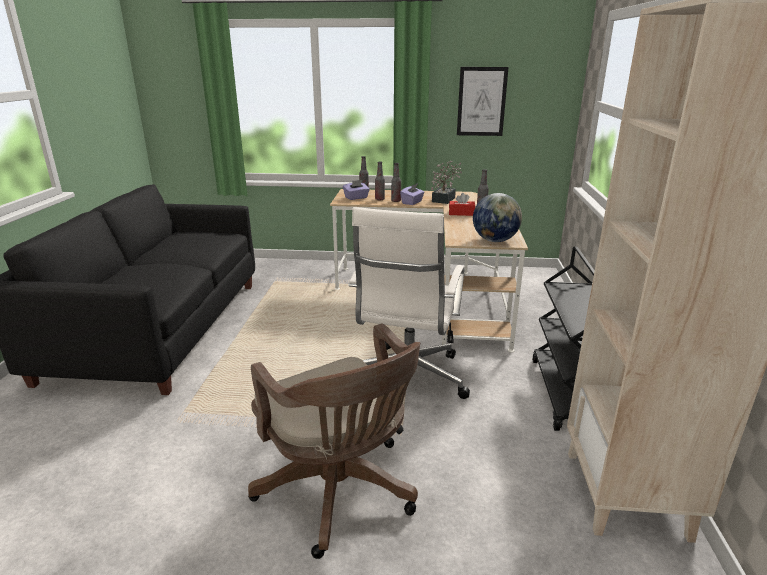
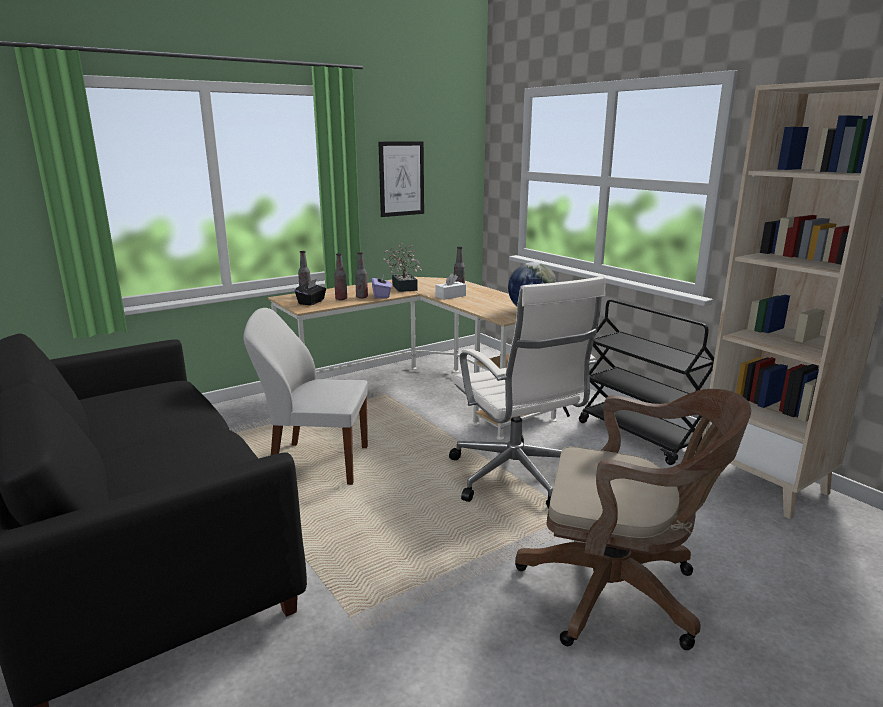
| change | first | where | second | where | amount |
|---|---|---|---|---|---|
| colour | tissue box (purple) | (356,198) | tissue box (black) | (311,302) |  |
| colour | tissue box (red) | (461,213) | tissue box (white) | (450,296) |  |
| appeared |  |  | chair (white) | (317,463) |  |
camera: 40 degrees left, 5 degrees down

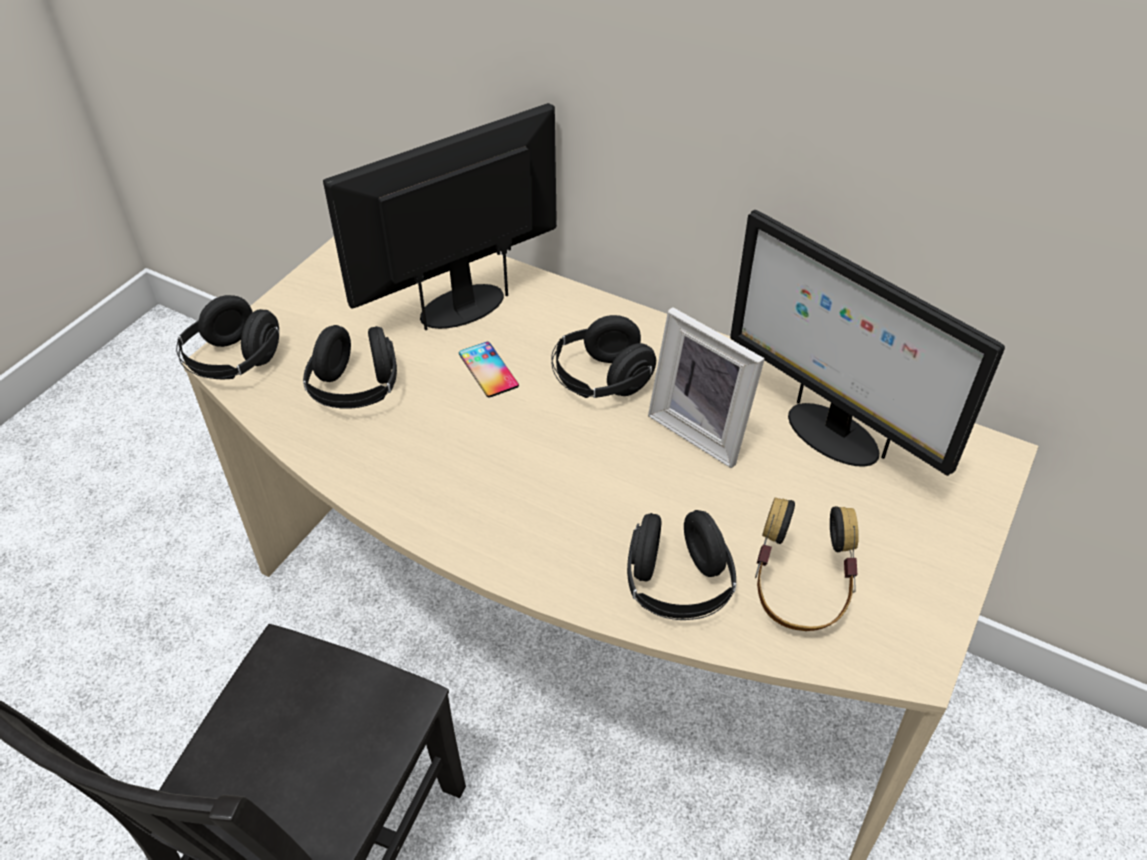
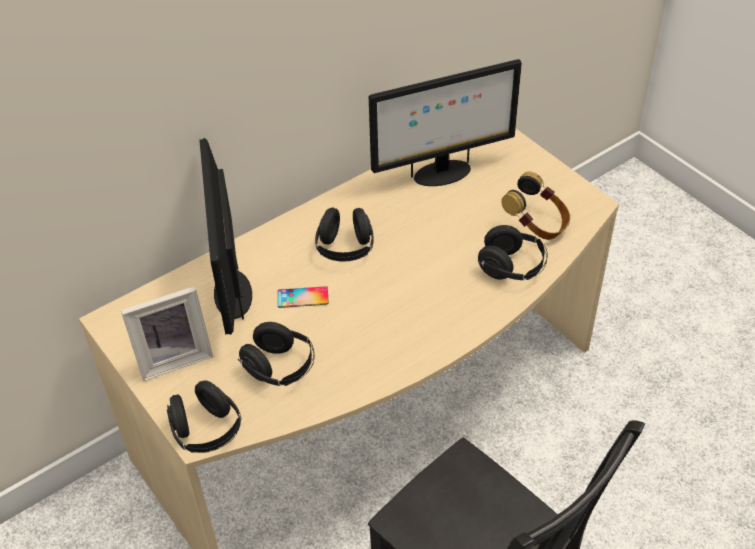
| change | first | where | second | where | amount |
|---|---|---|---|---|---|
| relocated | picture frame | (703,429) |  | (174,357) |  |
camera: 65 degrees left, 0 degrees up

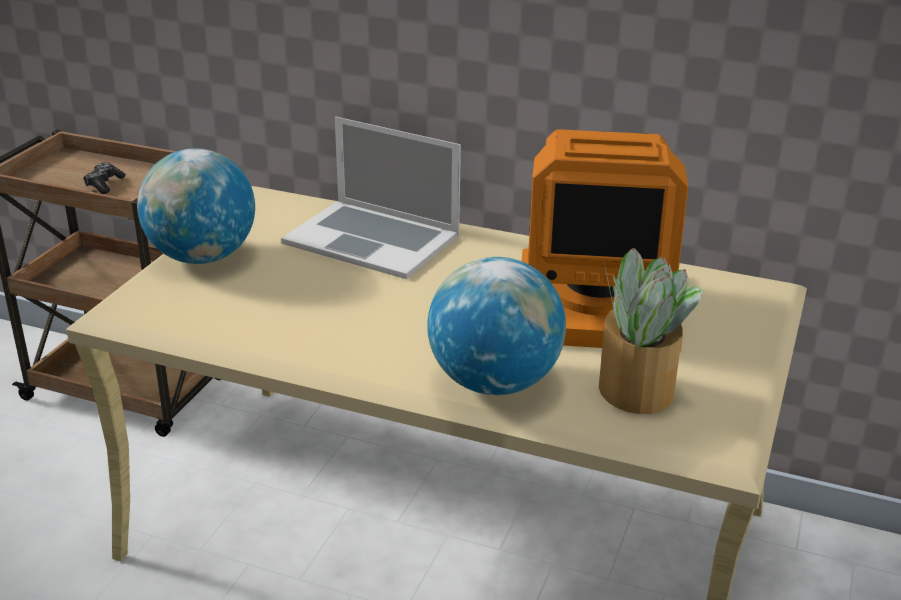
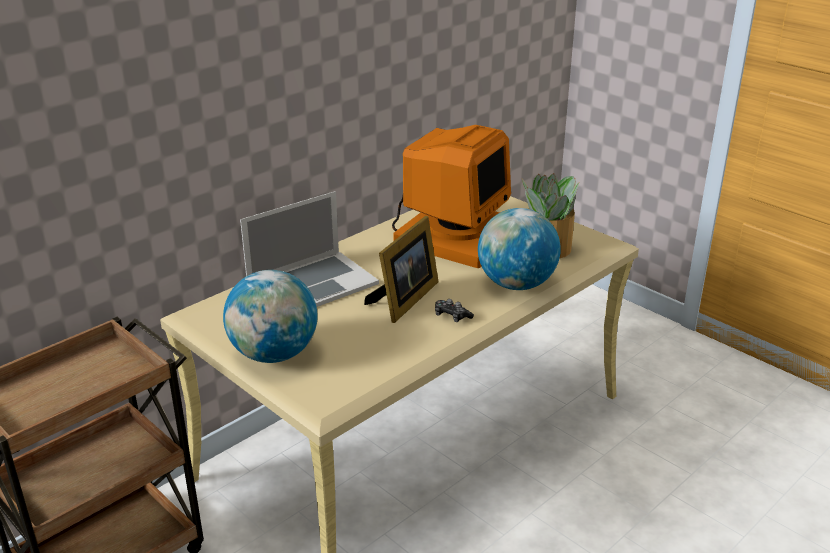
| change | first | where | second | where | amount |
|---|---|---|---|---|---|
| relocated | game controller | (104,184) |  | (451,316) |  |
| appeared |  |  | picture frame | (404,300) |  |
camera: 65 degrees left, 0 degrees up

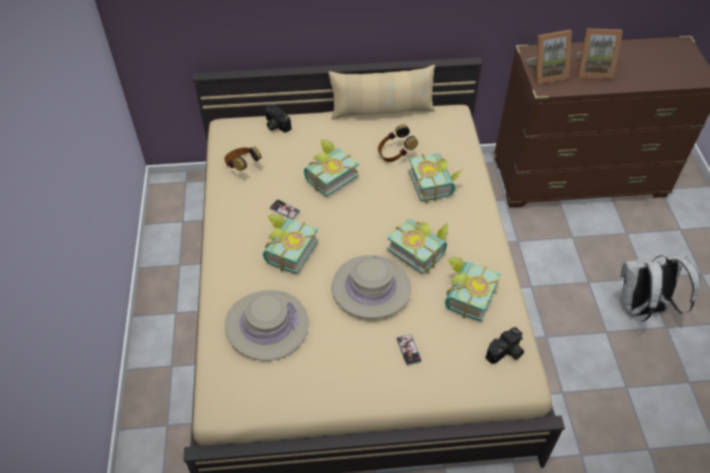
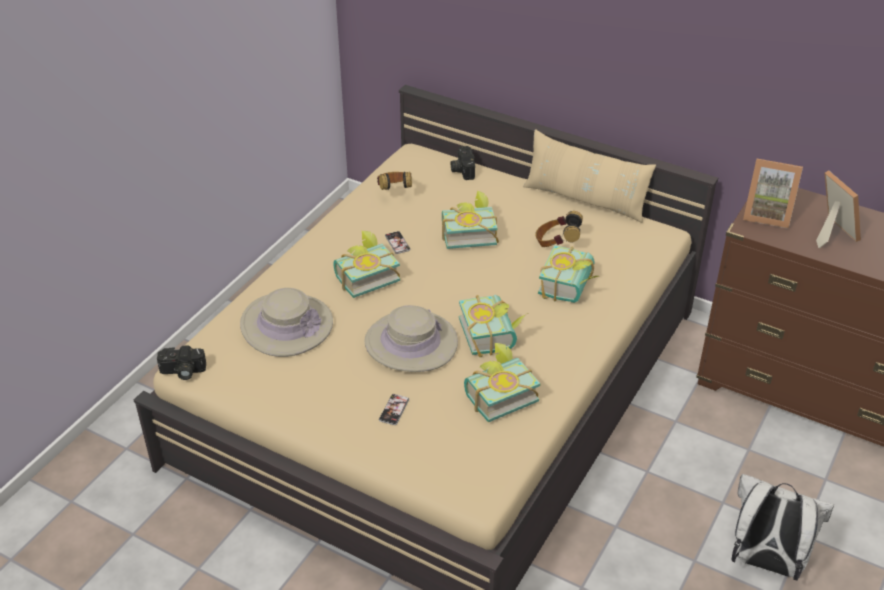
| change | first | where | second | where | amount |
|---|---|---|---|---|---|
| relocated | photo camera | (506,353) |  | (182,372) |  |
| spun | picture frame | (592,69) |  | (830,233) | 150 degrees counterclockwise |
camera: 35 degrees right, 10 degrees down

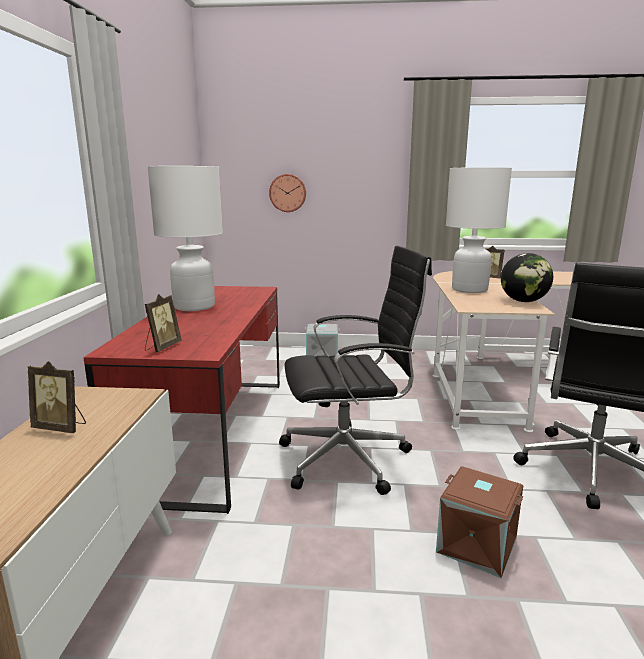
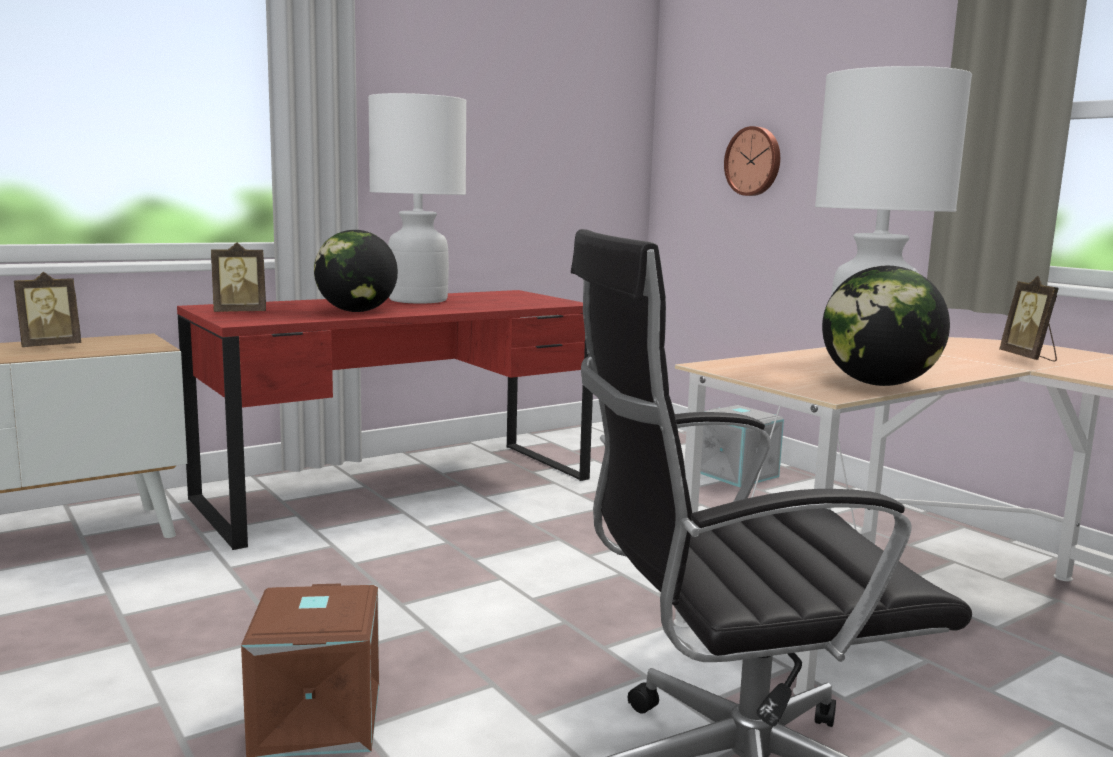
| change | first | where | second | where | amount |
|---|---|---|---|---|---|
| spun | picture frame | (61,427) |  | (49,346) | 105 degrees counterclockwise |
| missing | office chair (black) | (349,458) |  |  |  |
| appeared |  |  | globe | (356,311) |  |
camera: 50 degrees right, 5 degrees down

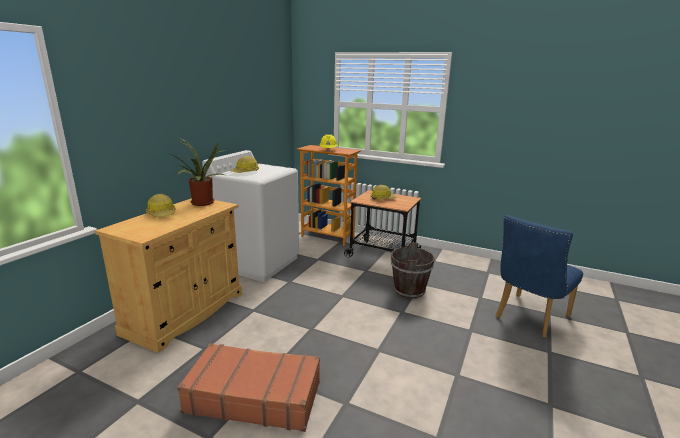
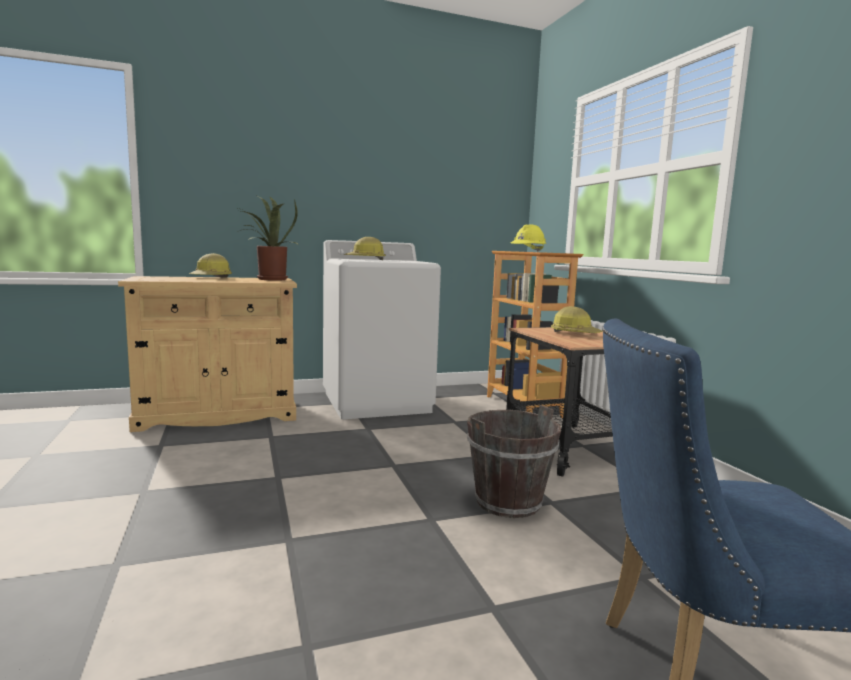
| change | first | where | second | where | amount |
|---|---|---|---|---|---|
| missing | suitcase (brown) | (254,396) |  |  |  |
camera: 45 degrees right, 10 degrees down

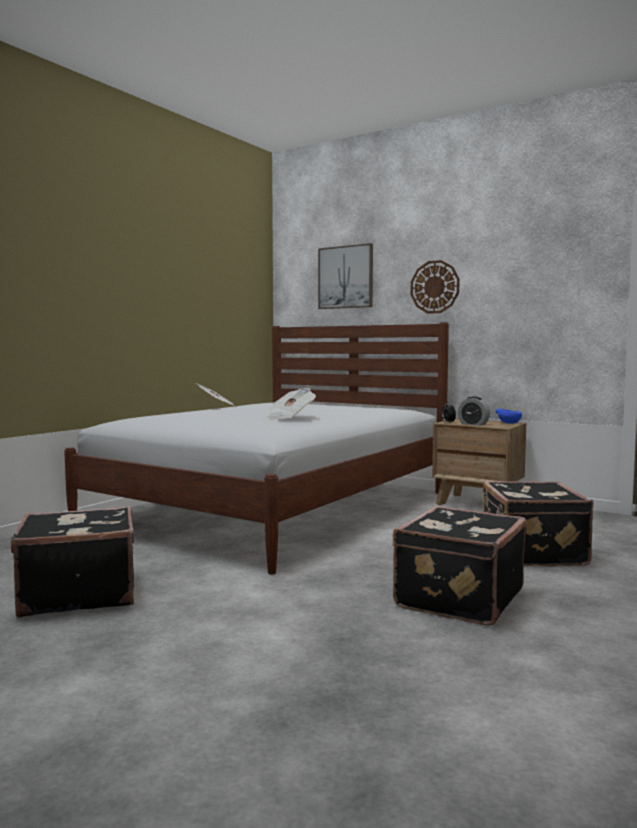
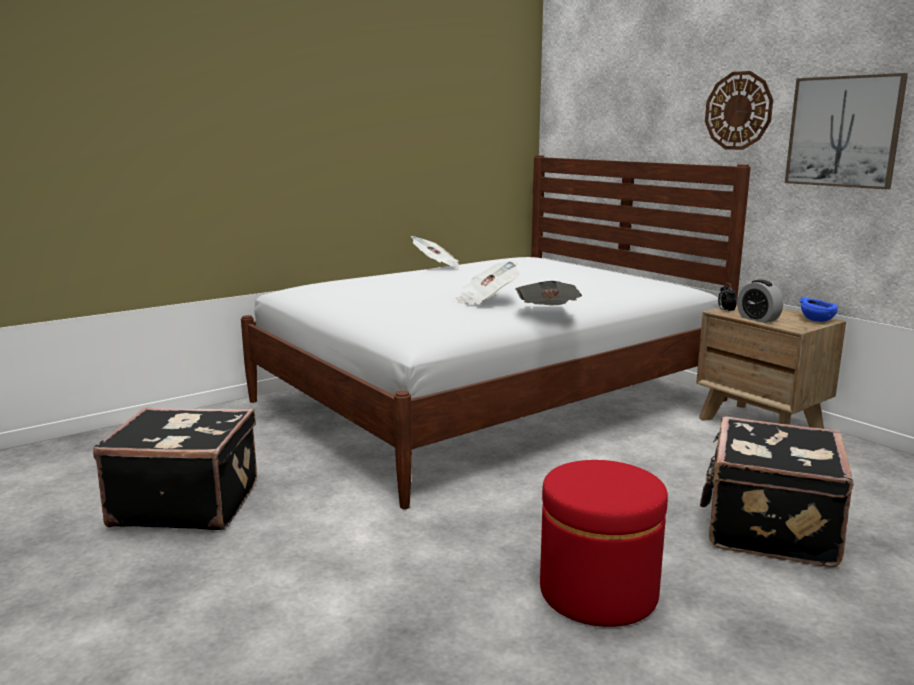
| change | first | where | second | where | amount |
|---|---|---|---|---|---|
| relocated | picture | (346,277) |  | (844,131) |  |
| exchanged | suitcase (black) | (457,598) | ottoman (red) | (598,592) |  |
| appeared |  |  | newspaper | (548,312) |  |
camera: 20 degrees right, 10 degrees up

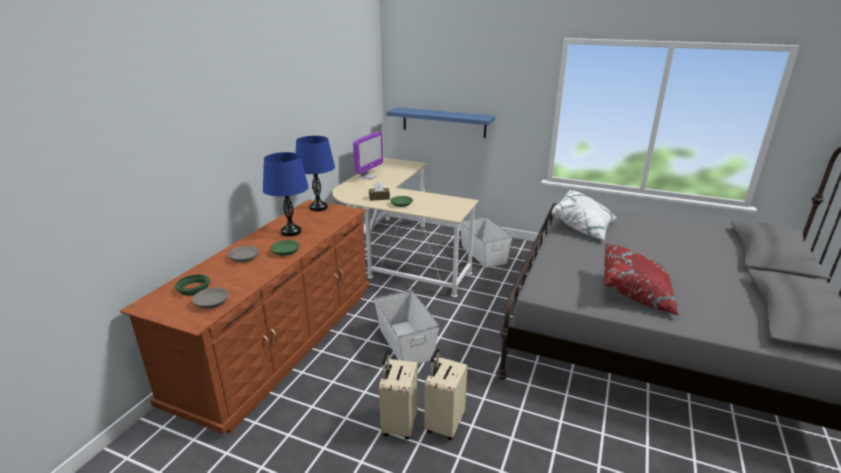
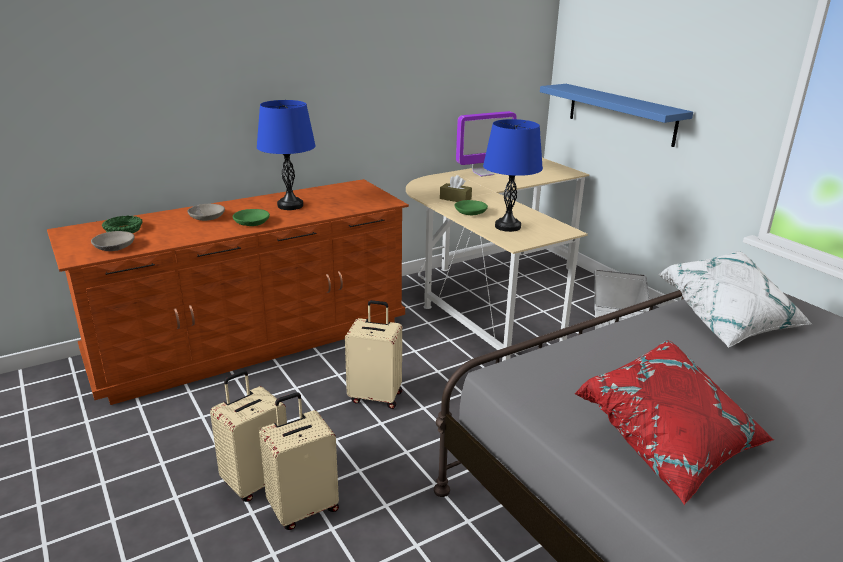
| change | first | where | second | where | amount |
|---|---|---|---|---|---|
| relocated | table lamp (blue) | (318,207) |  | (507,226) |  |
| exchanged | storage box (white) | (405,342) | suitcase (beige) | (376,396) |  |
camera: 35 degrees right, 0 degrees up

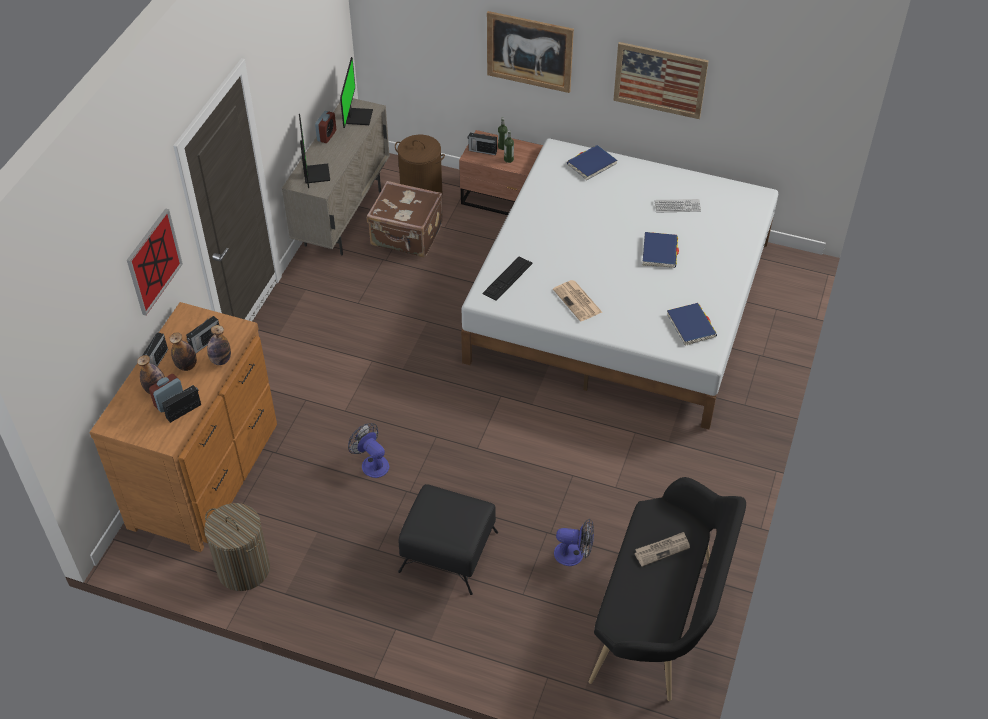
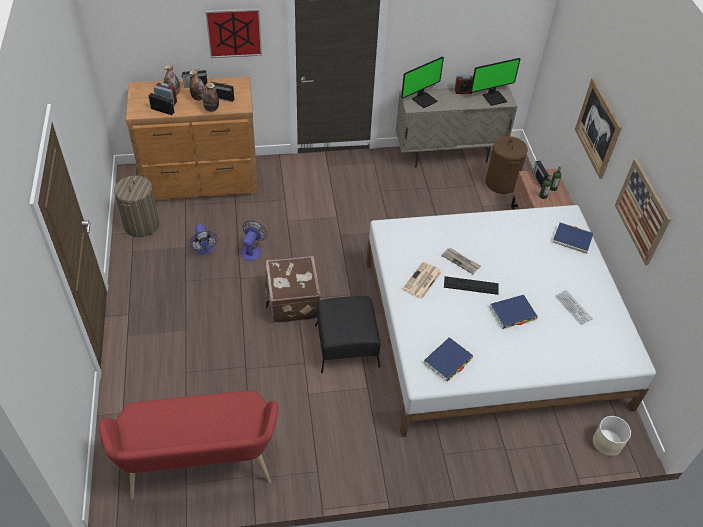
| change | first | where | second | where | amount |
|---|---|---|---|---|---|
| relocated | suitcase (brown) | (406,236) |  | (292,302) |  |
| relocated | ottoman (black) | (449,552) |  | (346,346) |  |
| relocated | keyboard | (507,278) |  | (471,285) |  |
| relocated | fan | (574,554) |  | (204,250) |  |
| colour | bench (black) | (660,620) | bench (red) | (200,467) |  |
| relocated | newspaper | (662,549) |  | (461,261) |  |
| appeared |  |  | planter (beige) | (607,442) |  |
camera: 60 degrees right, 0 degrees up

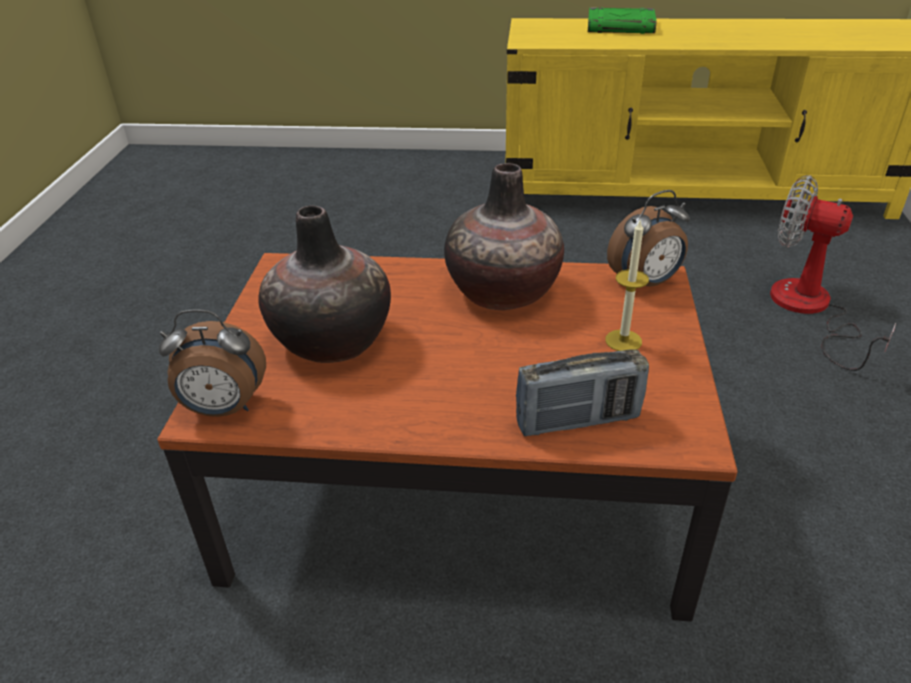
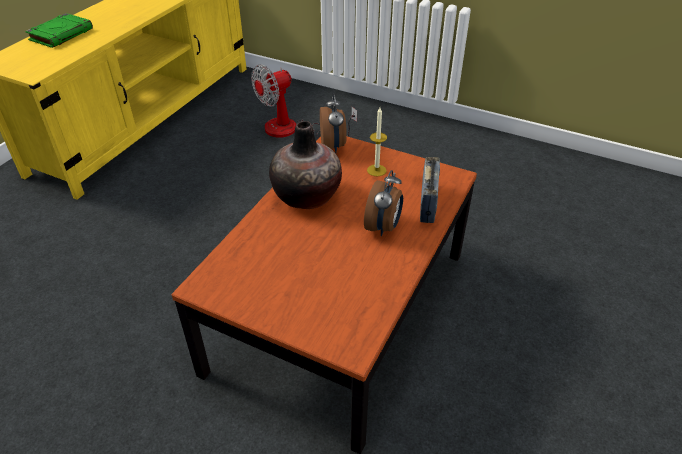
| change | first | where | second | where | amount |
|---|---|---|---|---|---|
| relocated | alarm clock | (223,409) |  | (383,227) |  |
| missing | vase | (332,340) |  |  |  |
camera: 70 degrees left, 5 degrees up

